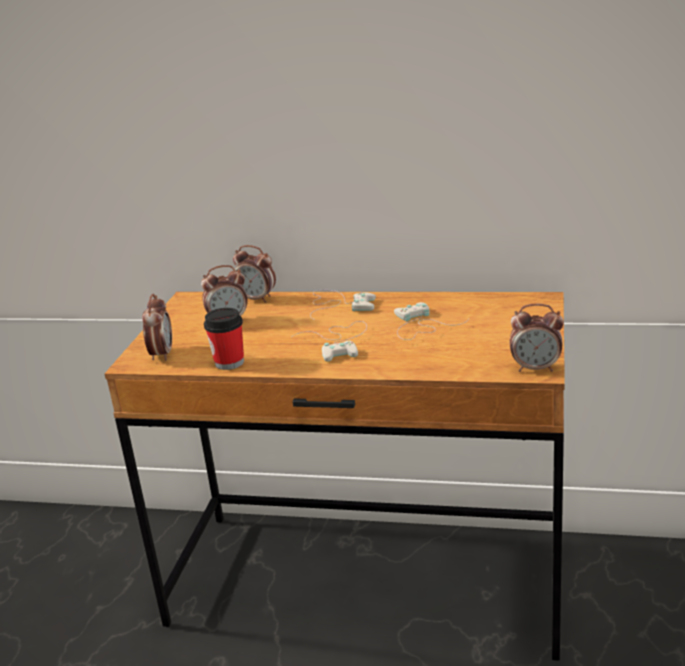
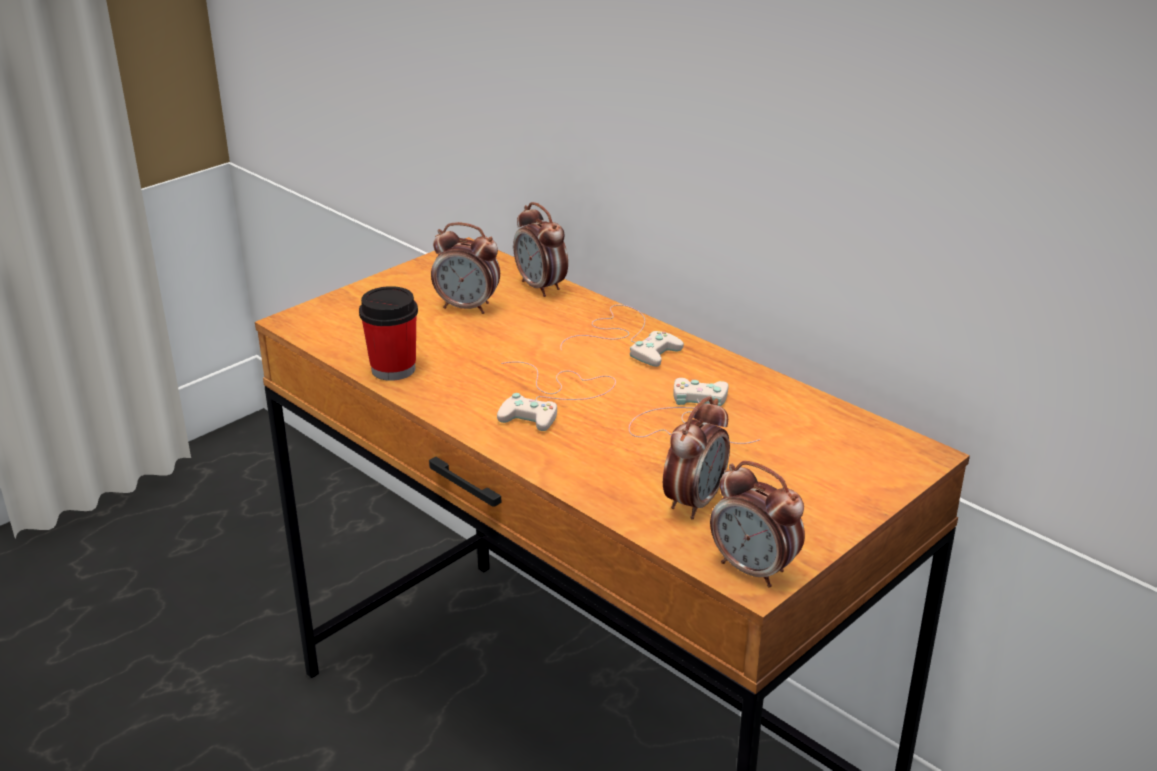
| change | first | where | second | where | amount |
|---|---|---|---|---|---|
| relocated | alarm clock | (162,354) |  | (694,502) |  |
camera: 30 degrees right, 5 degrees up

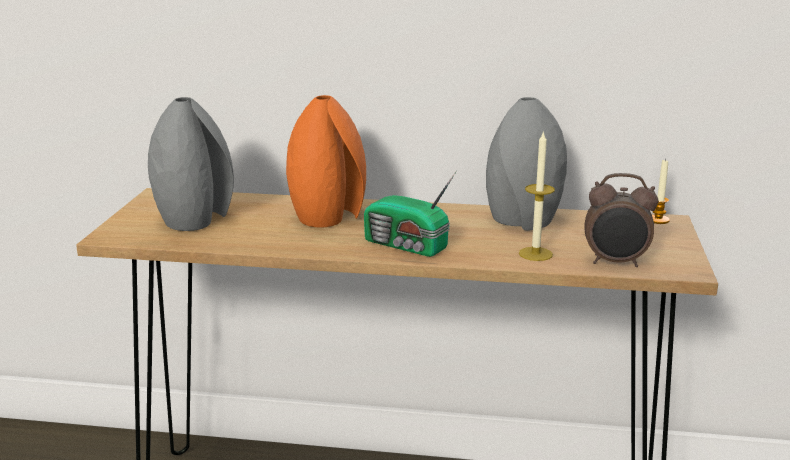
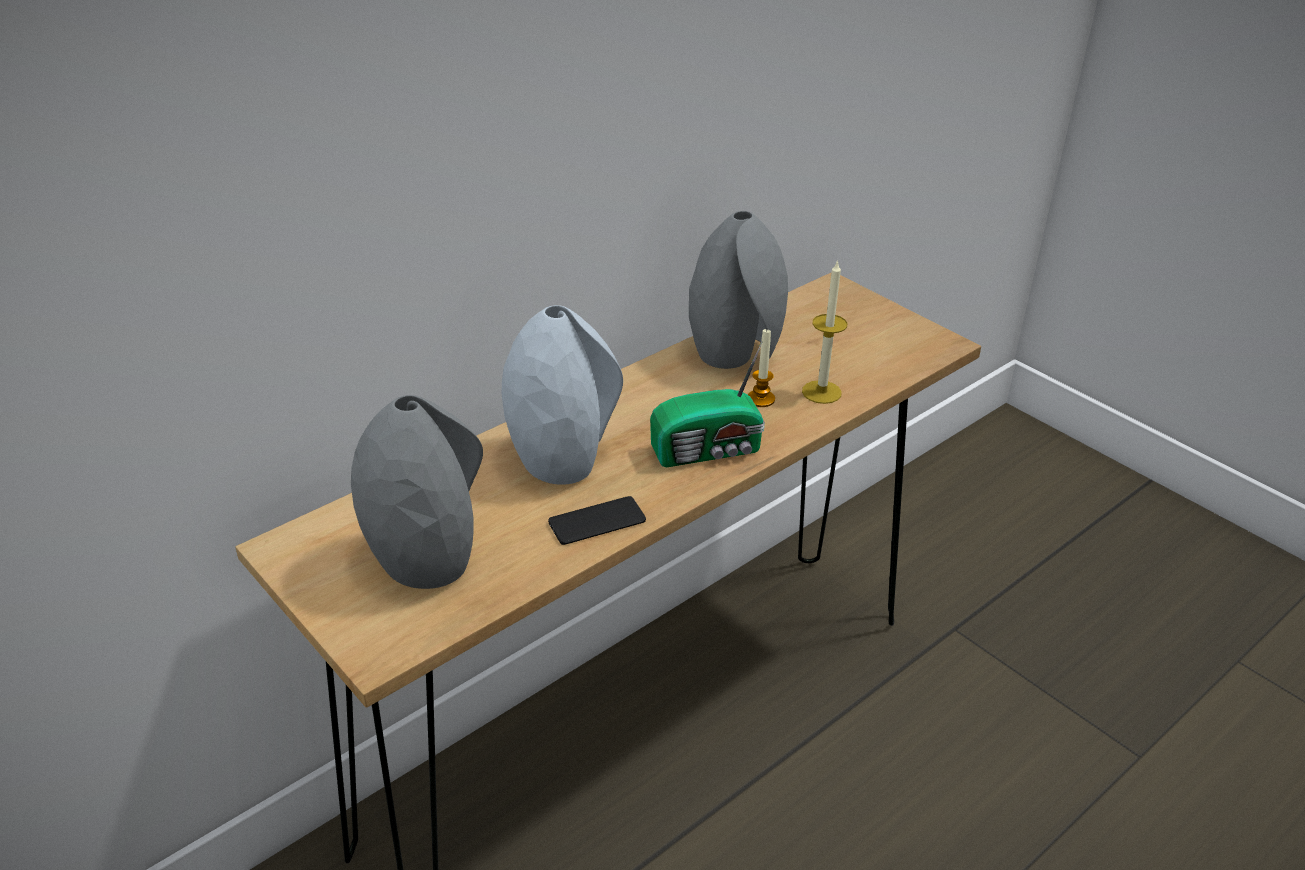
| change | first | where | second | where | amount |
|---|---|---|---|---|---|
| colour | vase (orange) | (329,218) | vase (grey) | (562,458) |  |
| missing | alarm clock | (616,263) |  |  |  |
| relocated | candle | (658,220) |  | (761,399) |  |
| appeared |  |  | phone | (597,521) |  |
camera: 50 degrees left, 15 degrees up

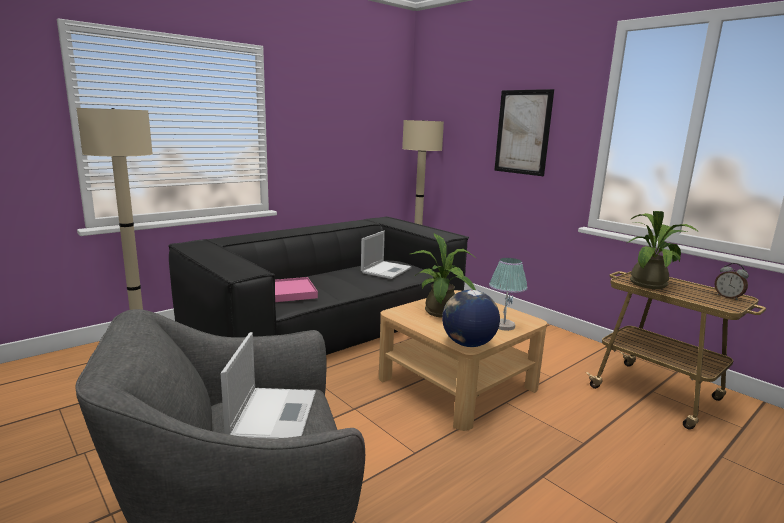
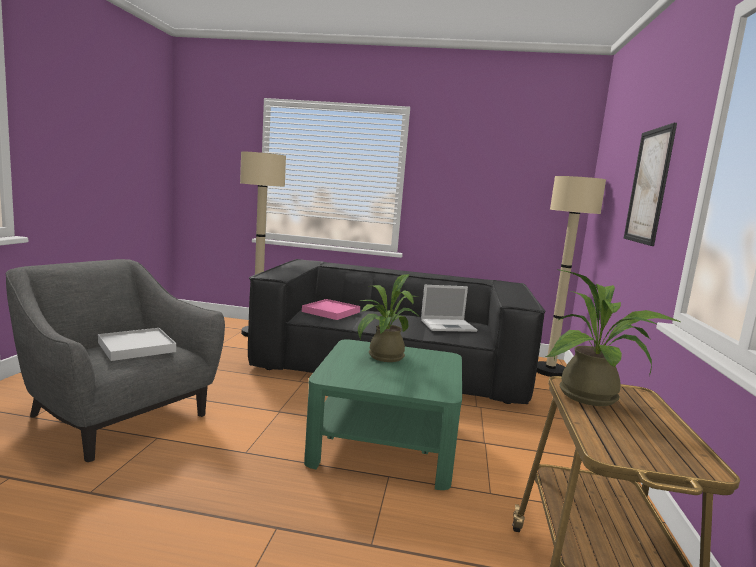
| change | first | where | second | where | amount |
|---|---|---|---|---|---|
| exchanged | laptop | (273,413) | tray (white) | (137,347) |  |
| colour | coffee table (beige) | (457,382) | coffee table (green) | (386,442) |  |
| missing | globe | (468,344) |  |  |  |
| missing | table lamp | (503,326) |  |  |  |
| missing | alarm clock | (728,297) |  |  |  |
camera: 50 degrees right, 5 degrees down

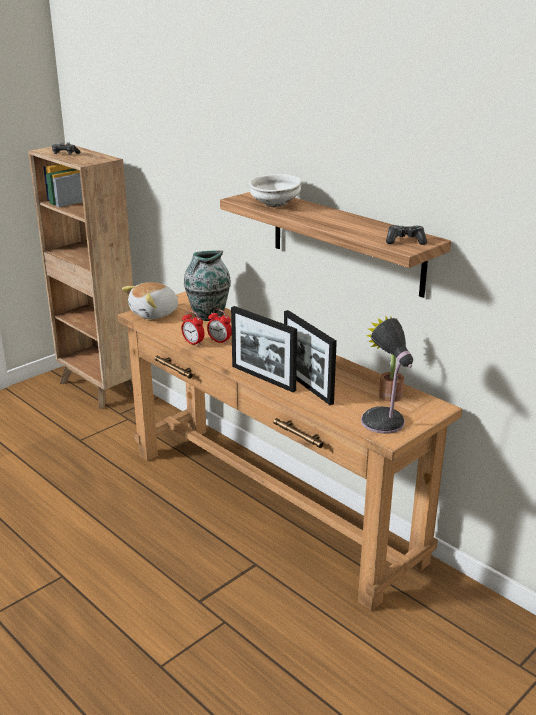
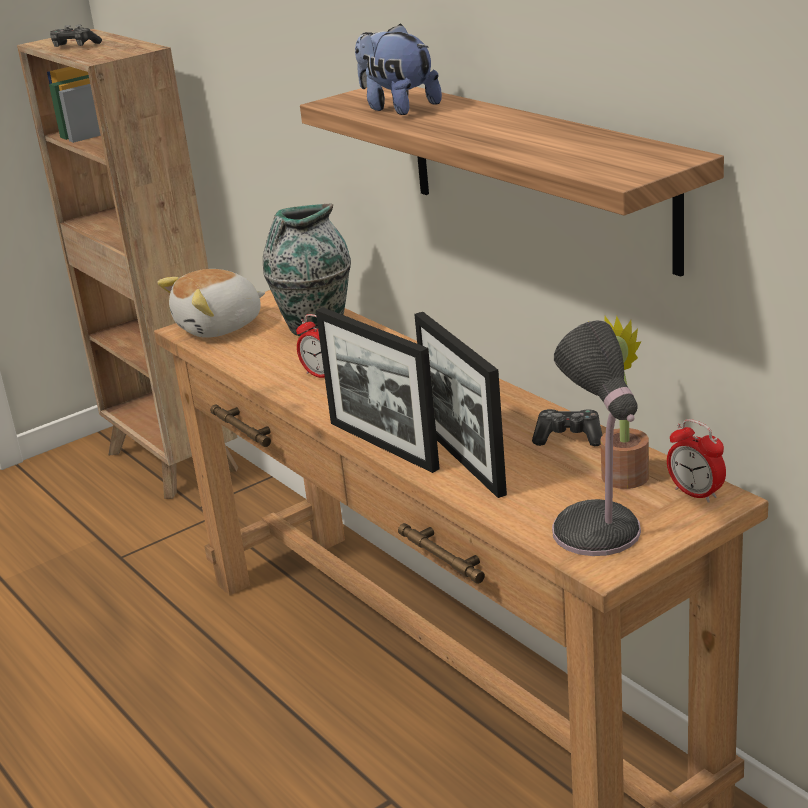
| change | first | where | second | where | amount |
|---|---|---|---|---|---|
| relocated | alarm clock | (193,343) |  | (696,493) |  |
| exchanged | bowl (white) | (274,204) | plush toy | (397,108) |  |
| relocated | game controller | (405,241) |  | (568,437) |  |
camera: 10 degrees right, 0 degrees up

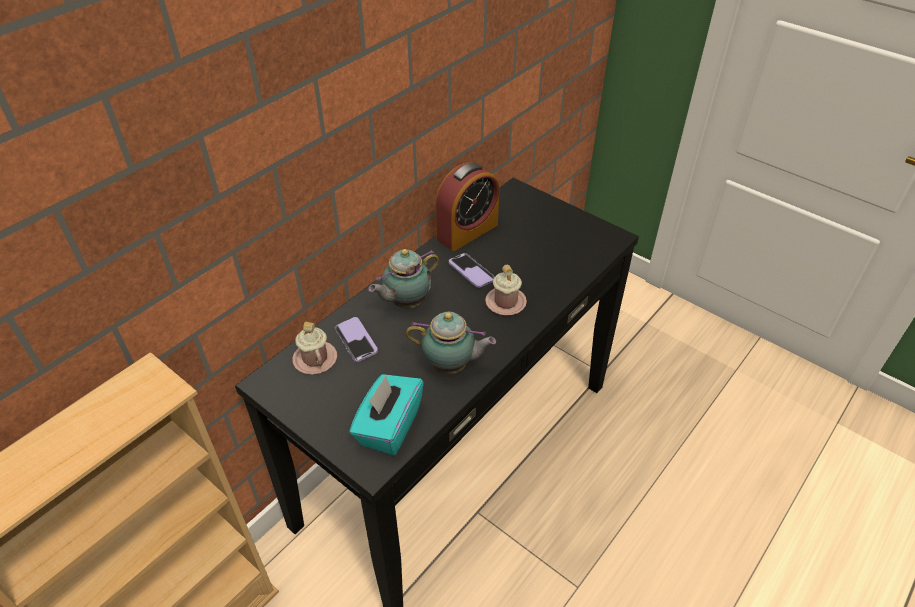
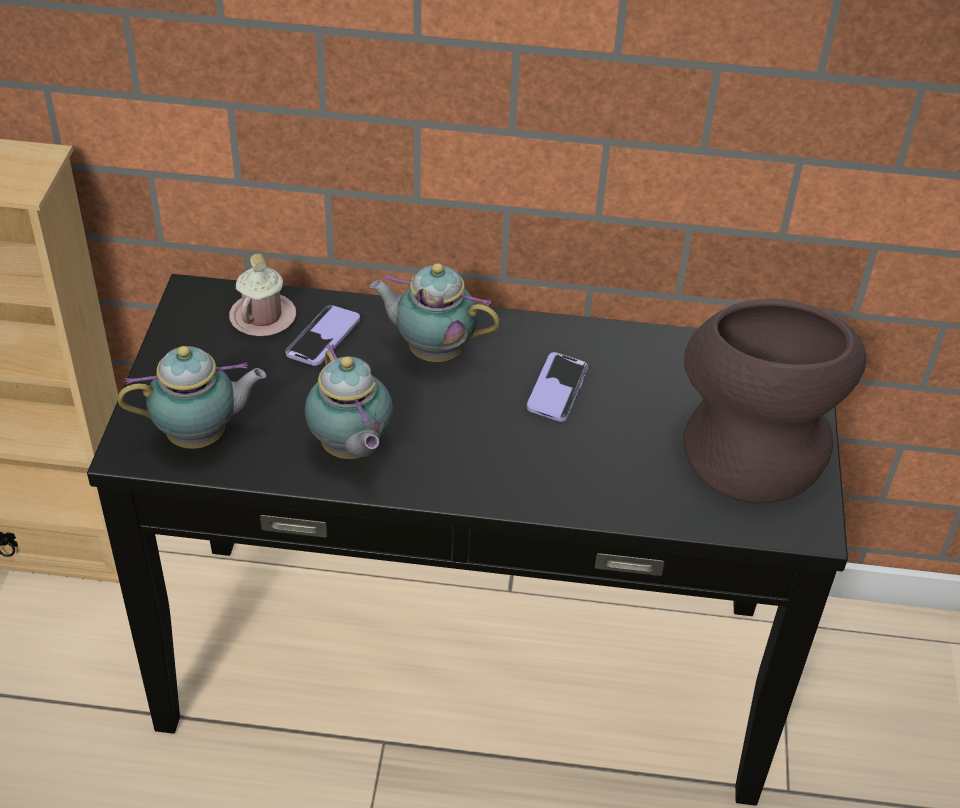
| change | first | where | second | where | amount |
|---|---|---|---|---|---|
| exchanged | tissue box (turquoise) | (389,427) | teapot | (201,437) |  |
| missing | alarm clock | (467,231) |  |  |  |
| missing | mug (pink) | (505,302) |  |  |  |
| appeared |  |  | vase (brown) | (750,447) |  |
camera: 55 degrees right, 0 degrees up

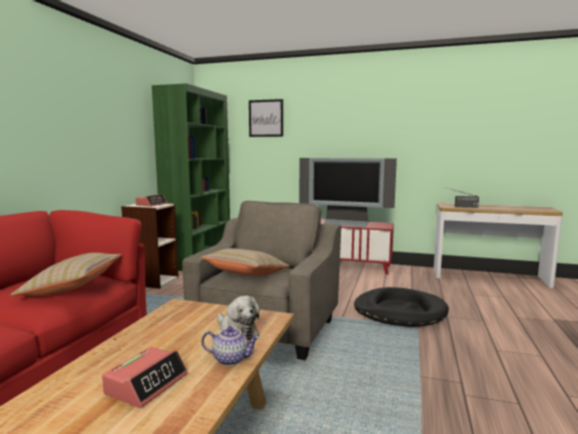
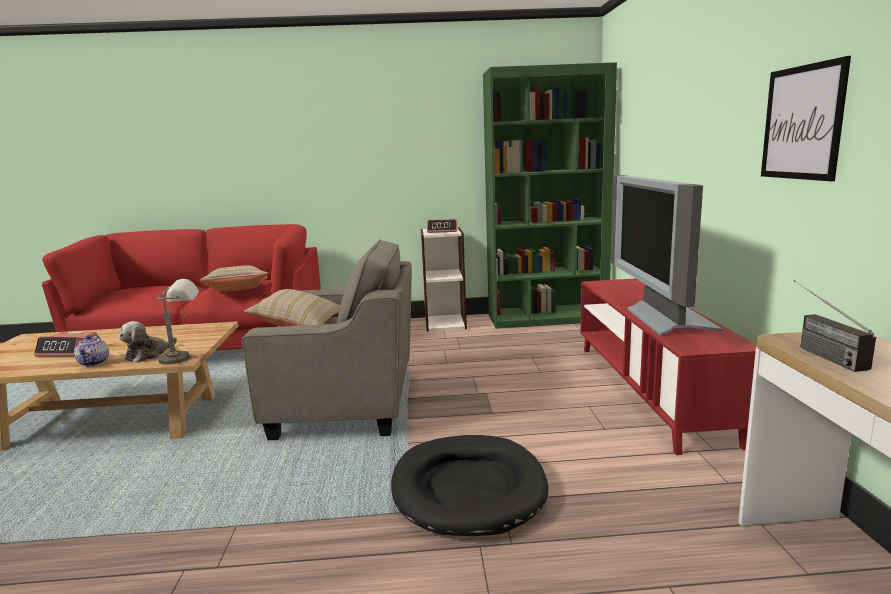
| change | first | where | second | where | amount |
|---|---|---|---|---|---|
| relocated | picture | (266,118) |  | (802,123) |  |
| appeared |  |  | table lamp (grey) | (185,357) |  |
camera: 70 degrees right, 5 degrees up

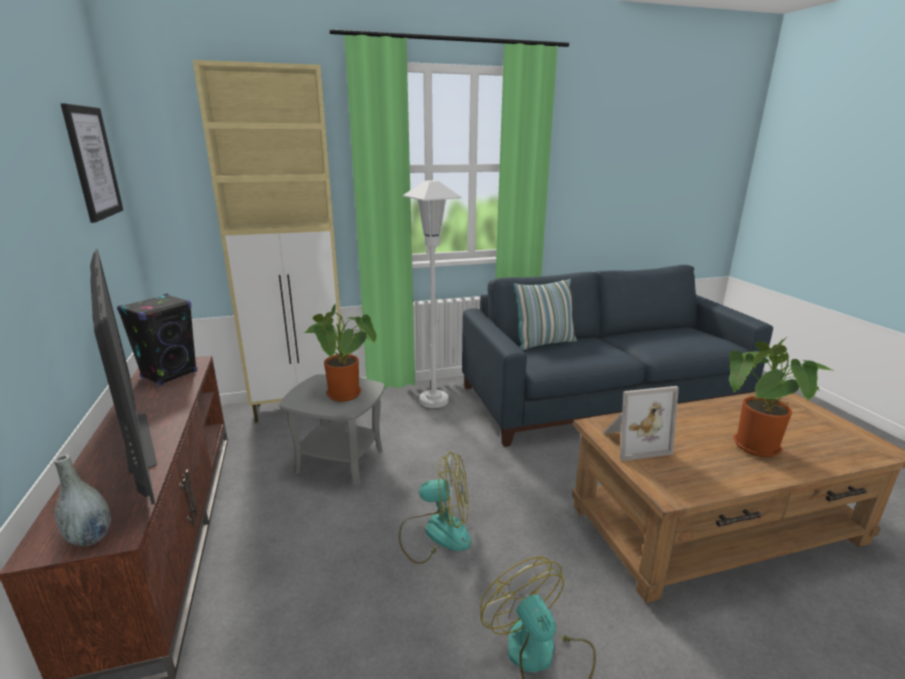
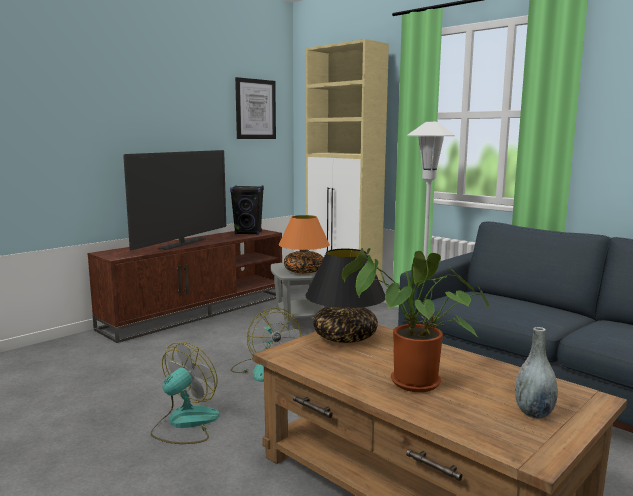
| change | first | where | second | where | amount |
|---|---|---|---|---|---|
| relocated | vase (grey) | (90,538) |  | (533,413) |  |
| exchanged | potted plant | (347,396) | table lamp (orange) | (303,271) |  |
| missing | pillow | (544,343) |  |  |  |
| exchanged | picture frame | (633,442) | table lamp (black) | (345,337) |  |
camera: 60 degrees right, 10 degrees down

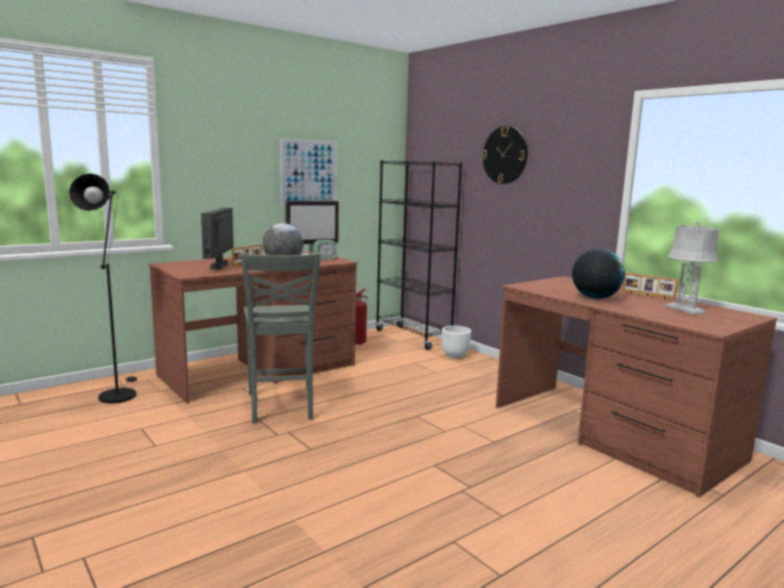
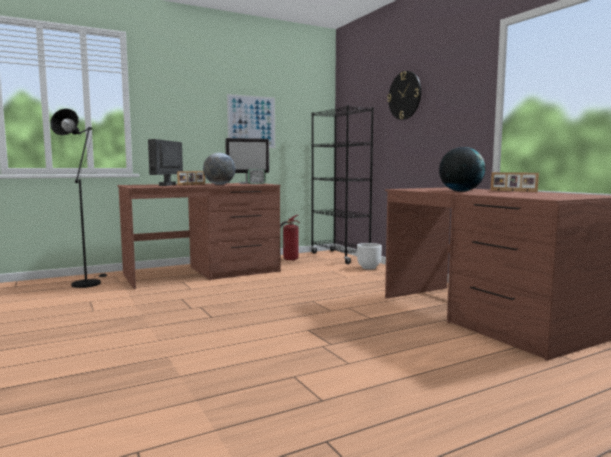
| change | first | where | second | where | amount |
|---|---|---|---|---|---|
| missing | chair (grey) | (281,407) |  |  |  |
| missing | table lamp (grey) | (685,309) |  |  |  |
camera: 10 degrees right, 5 degrees down

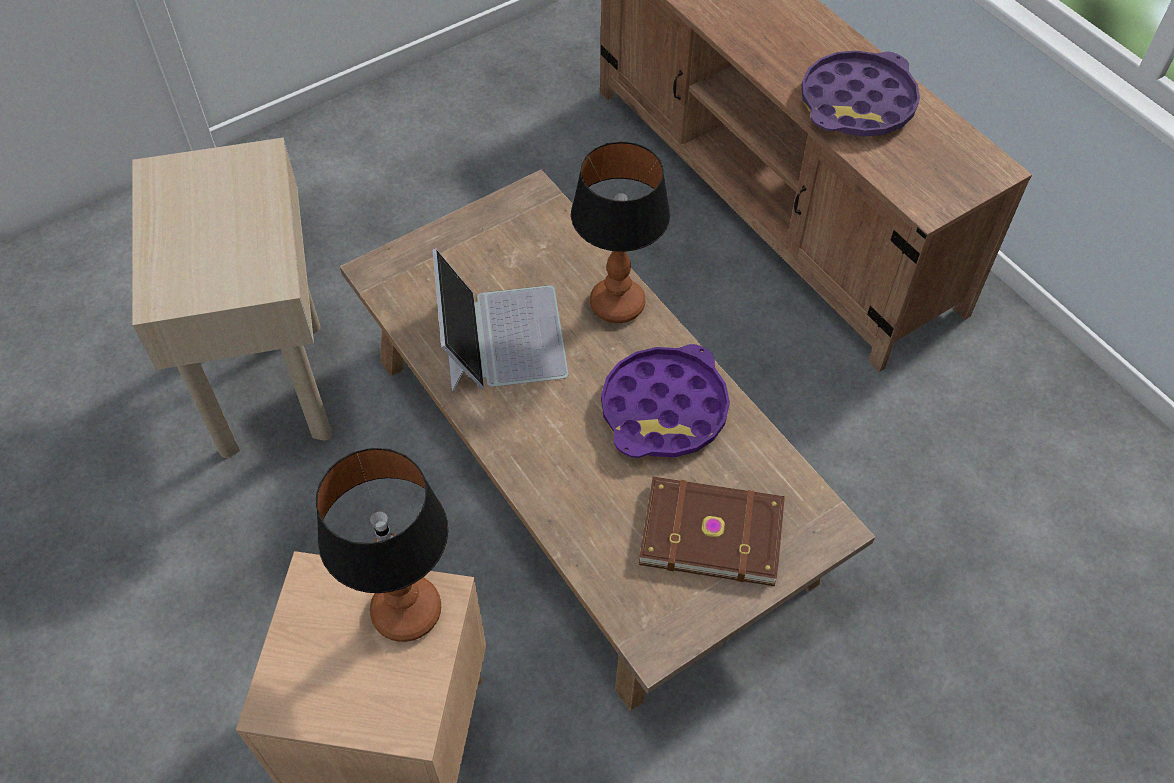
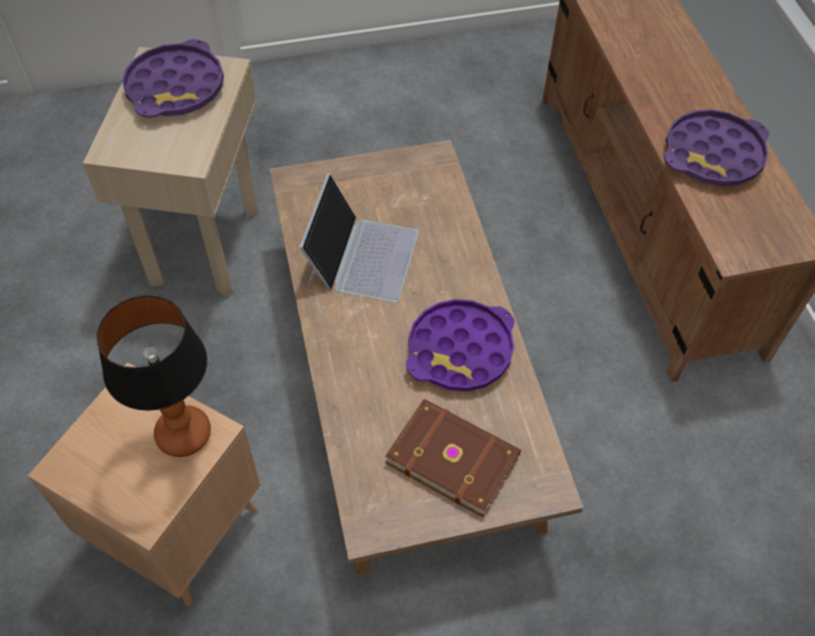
| change | first | where | second | where | amount |
|---|---|---|---|---|---|
| missing | table lamp | (618,305) |  |  |  |
| appeared |  |  | tray (purple) | (176,88) |  |
camera: 20 degrees right, 0 degrees up

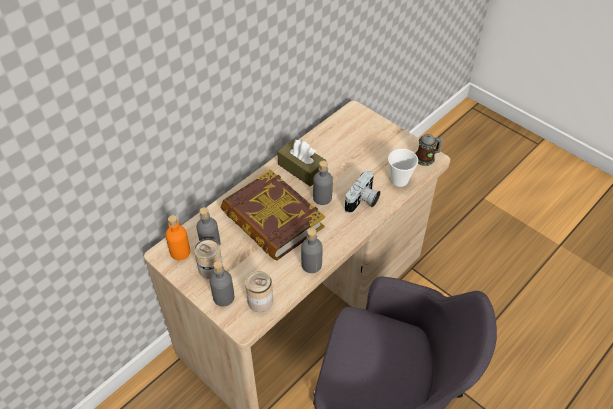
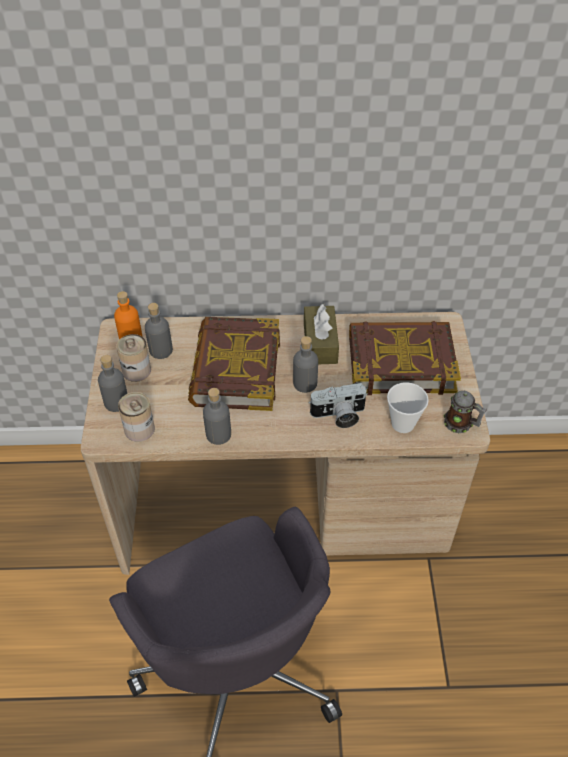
| change | first | where | second | where | amount |
|---|---|---|---|---|---|
| appeared |  |  | book | (400,362) |  |
camera: 45 degrees right, 0 degrees up

